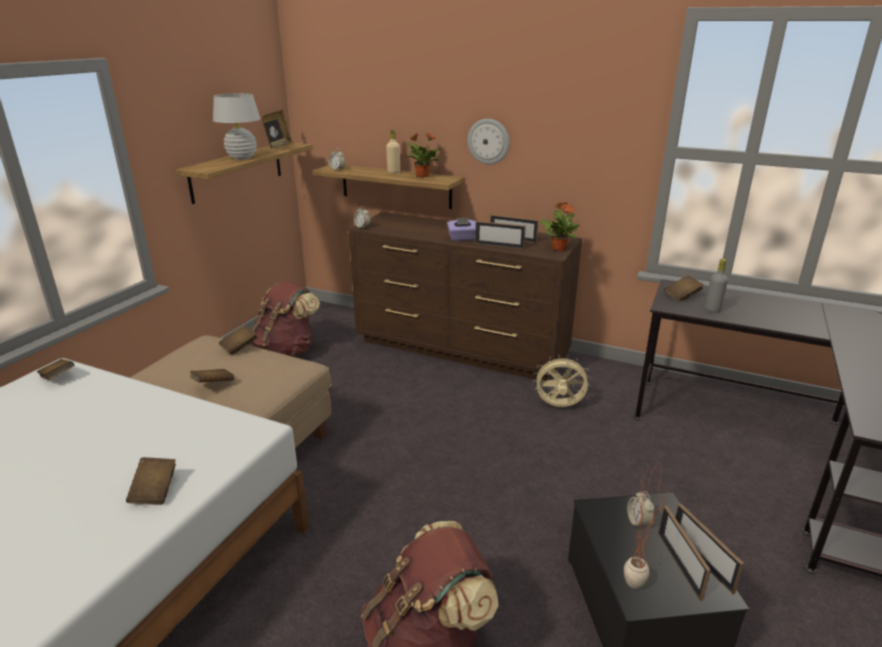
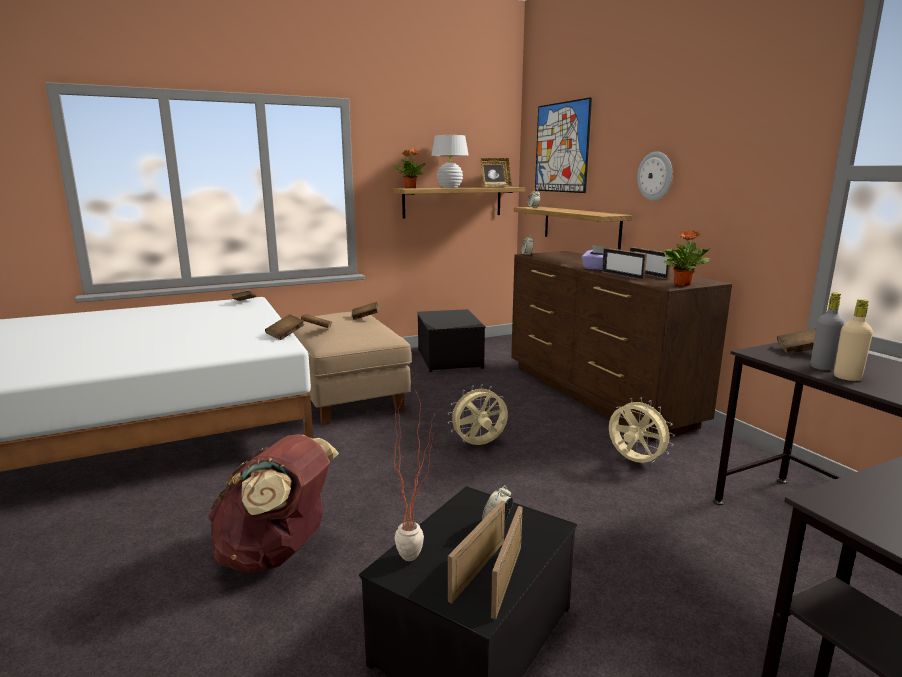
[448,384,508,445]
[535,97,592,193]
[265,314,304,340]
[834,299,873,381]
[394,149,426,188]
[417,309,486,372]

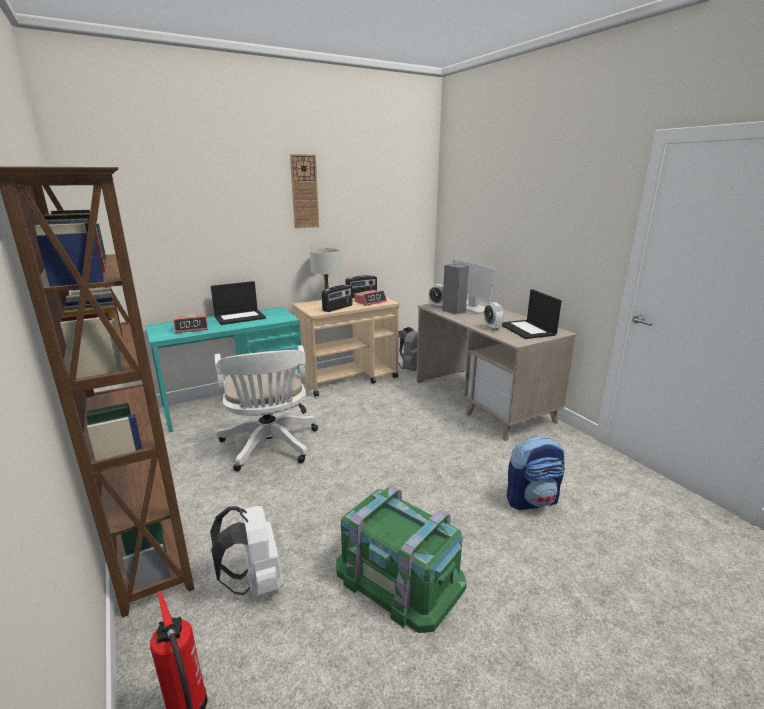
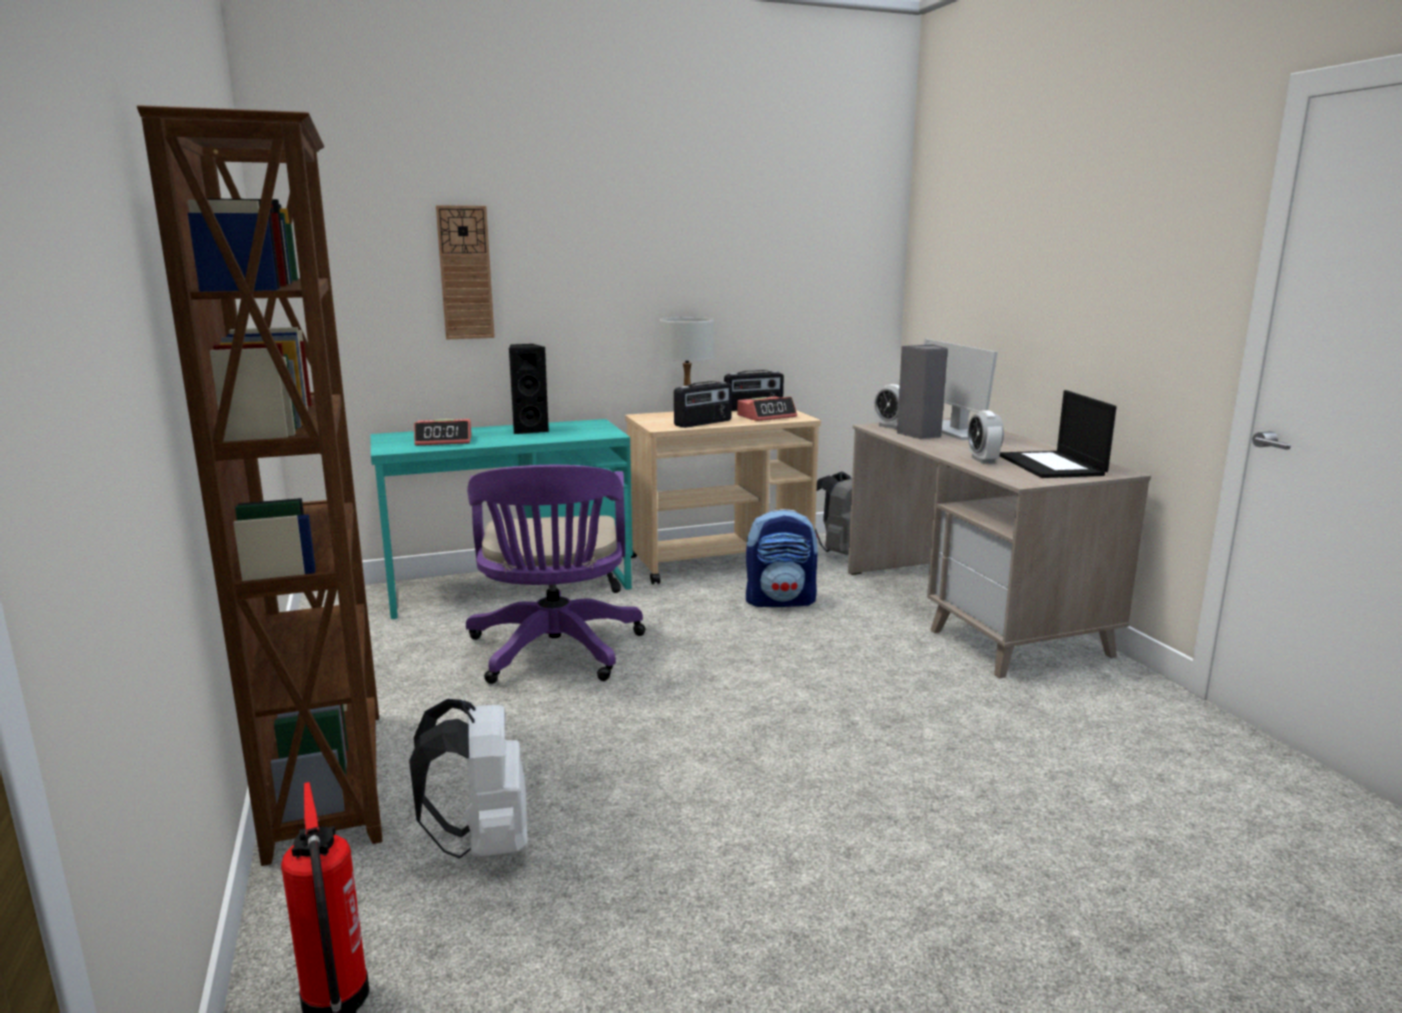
[336,486,466,633] (first image)
[436,205,495,340]
[746,509,819,607]
[509,344,549,434]
[466,465,646,684]

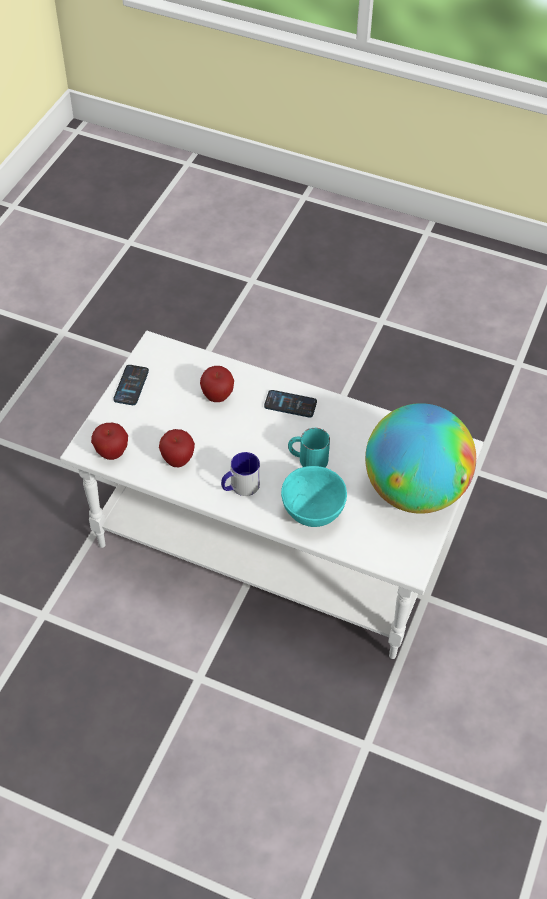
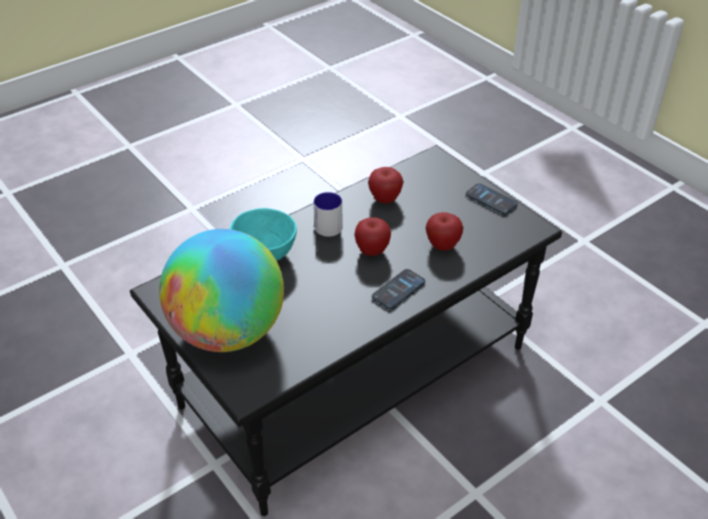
[288,428,330,468] (first image)
[354,217,391,256]
[130,145,562,516]

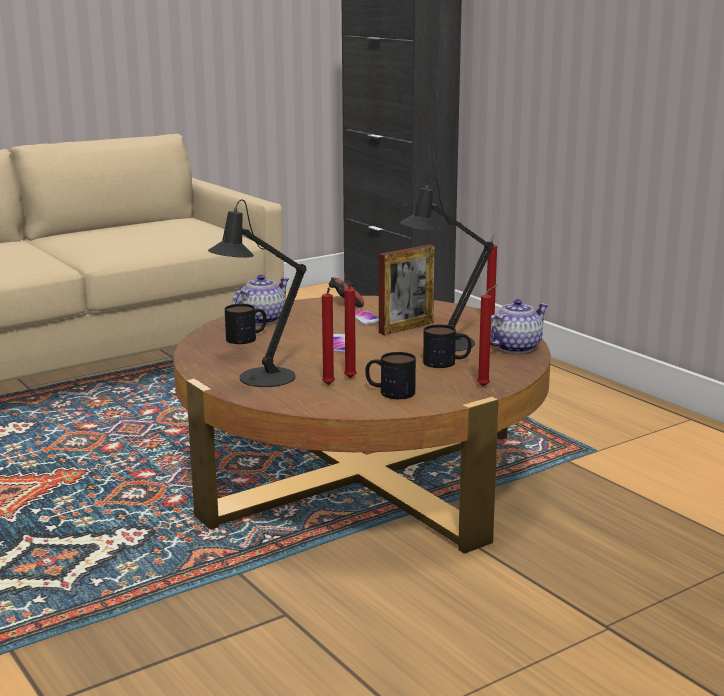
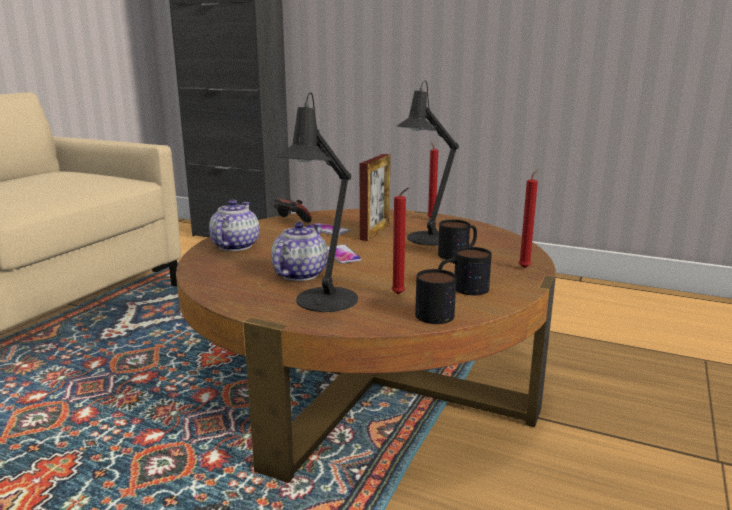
[342,281,357,378] (first image)
[415,269,456,324]
[271,222,328,281]

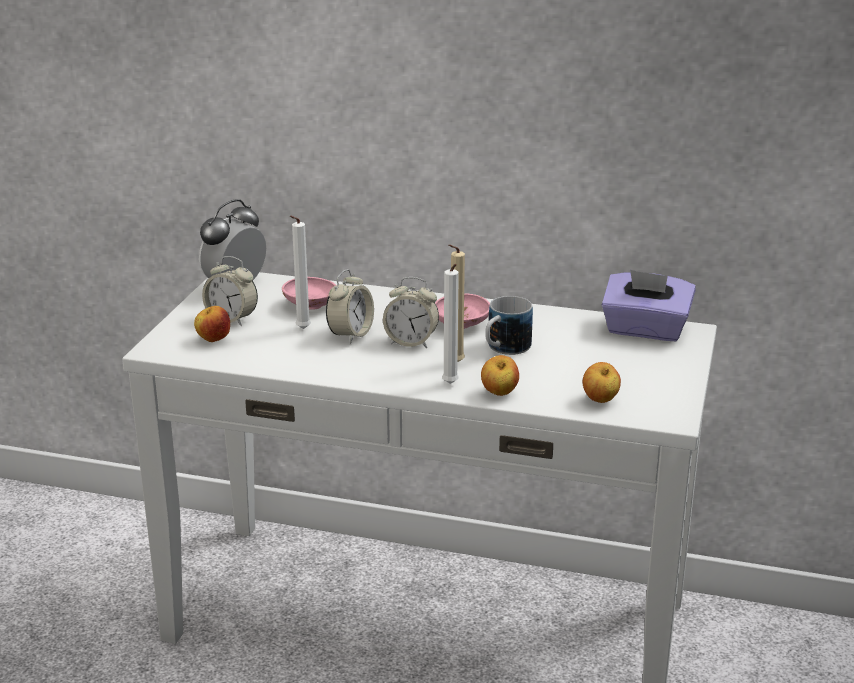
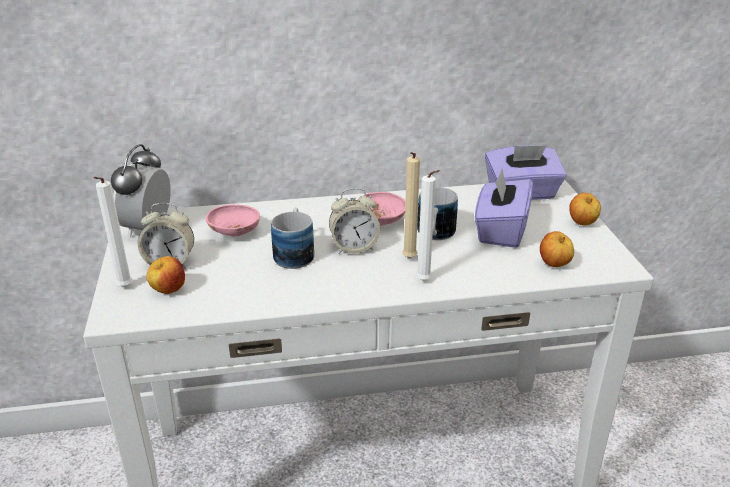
[475,169,533,248]
[93,177,132,287]
[569,193,601,226]
[271,207,314,269]

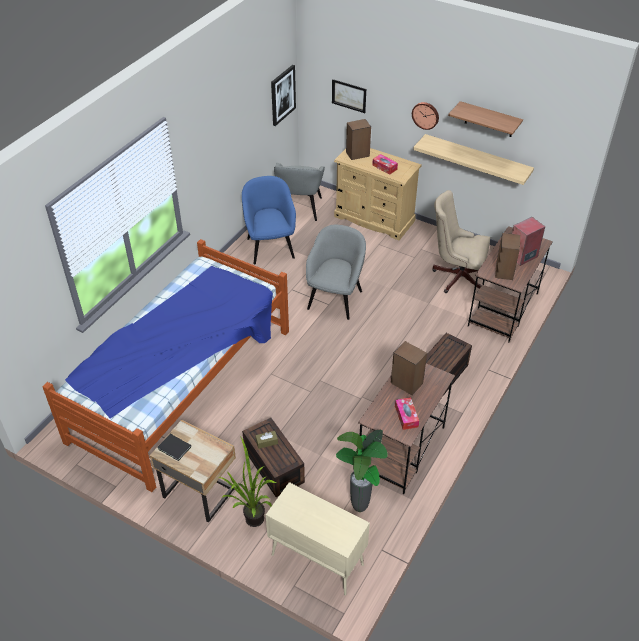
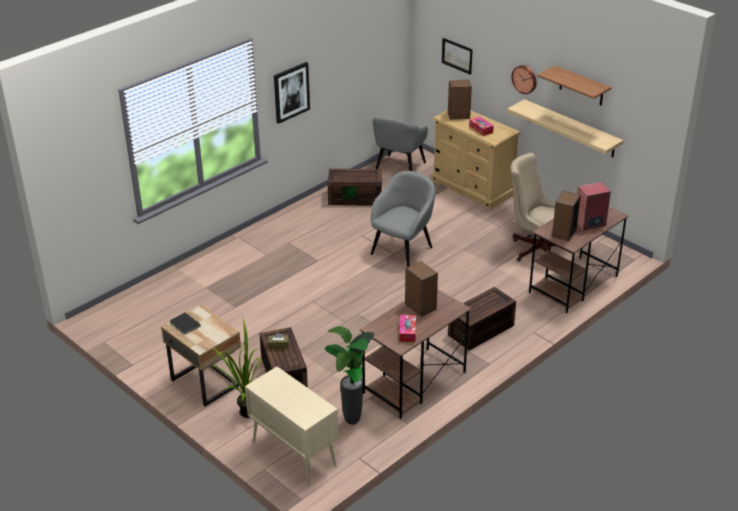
[43,239,289,492] (first image)
[274,62,310,124]
[328,169,382,206]

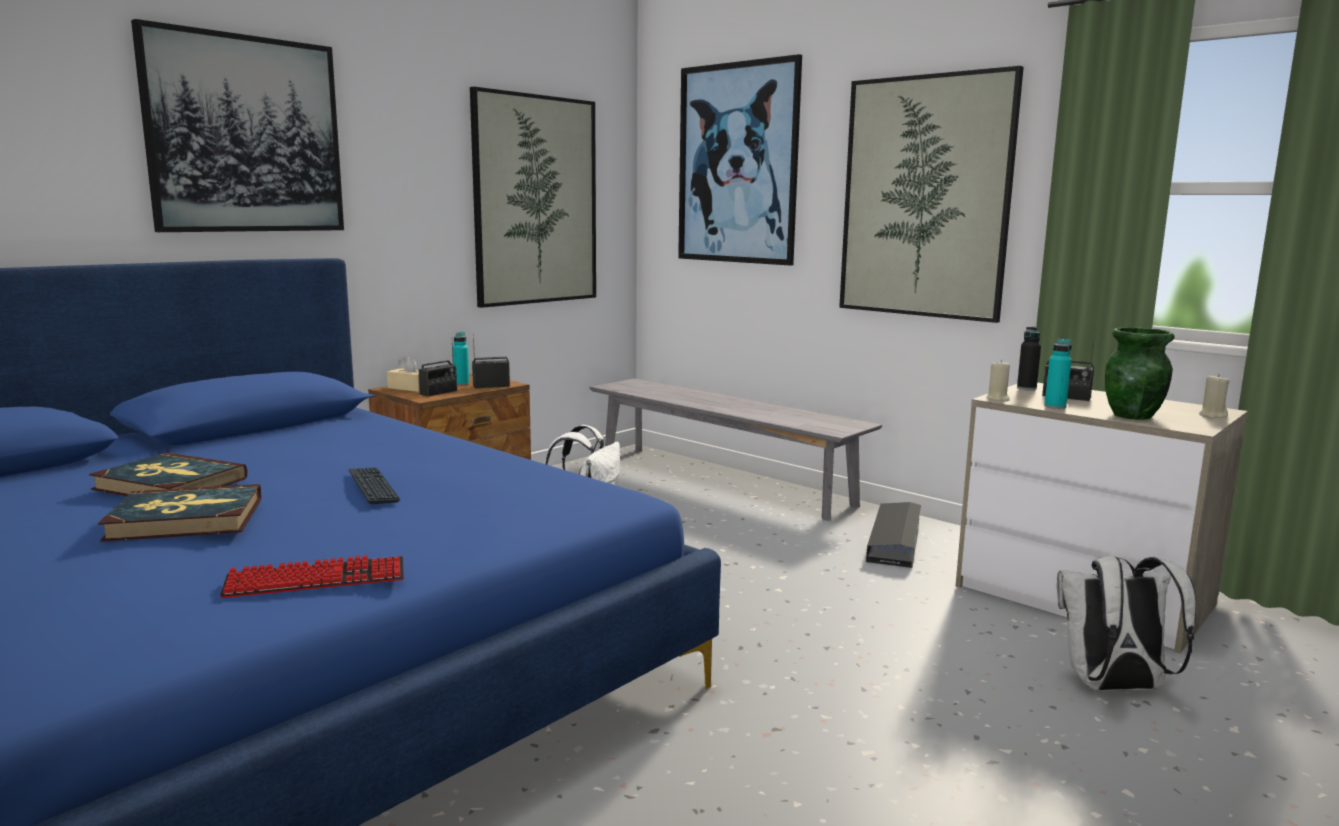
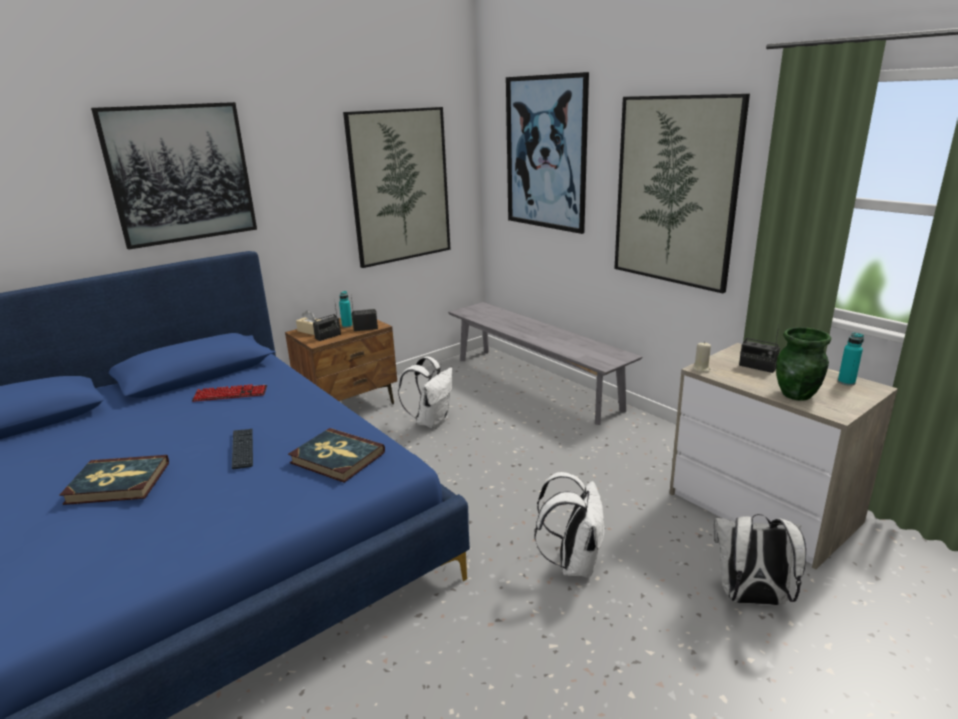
[866,502,921,568] (first image)
[1017,327,1041,390] (first image)
[1199,374,1229,418] (first image)
[534,472,606,578]
[288,428,385,483]
[192,384,267,402]
[838,332,864,386]

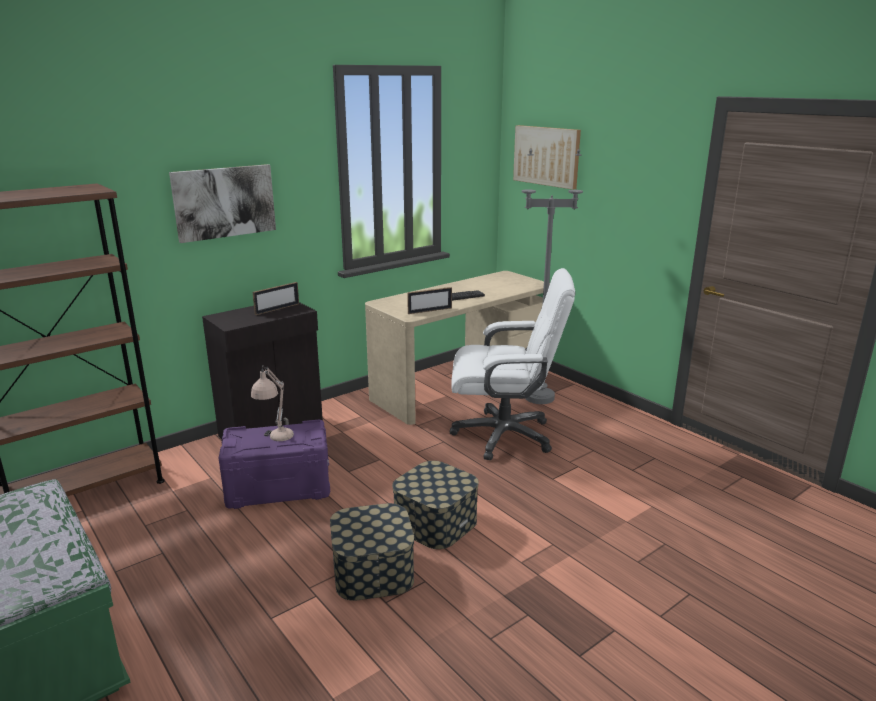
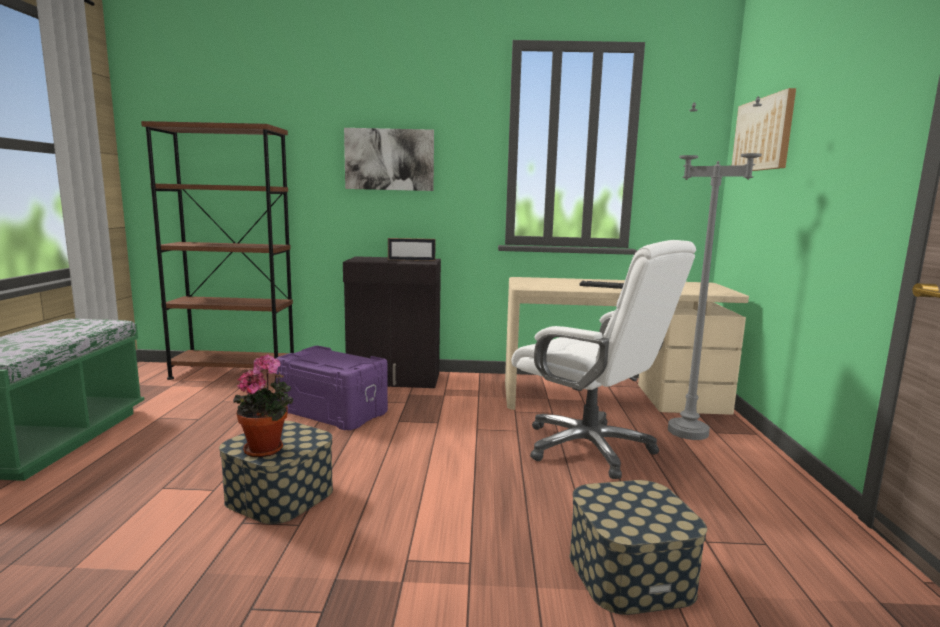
[251,365,294,441] (first image)
[407,287,452,314] (first image)
[233,354,293,457]
[570,480,707,615]

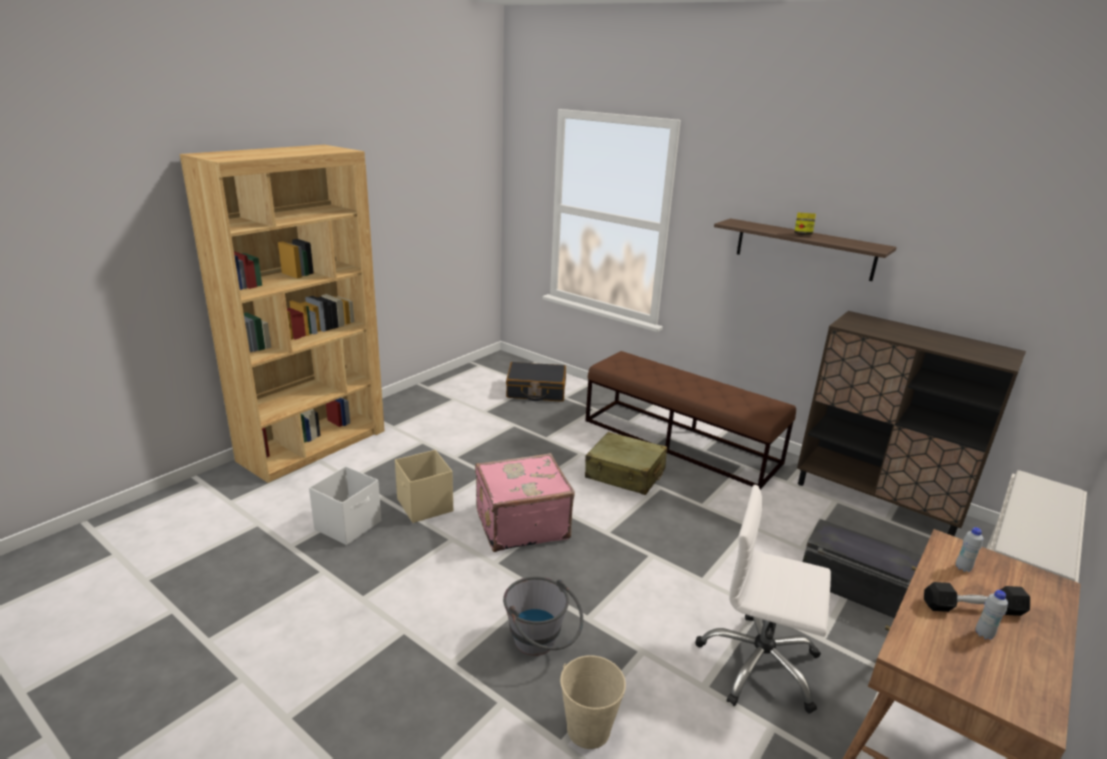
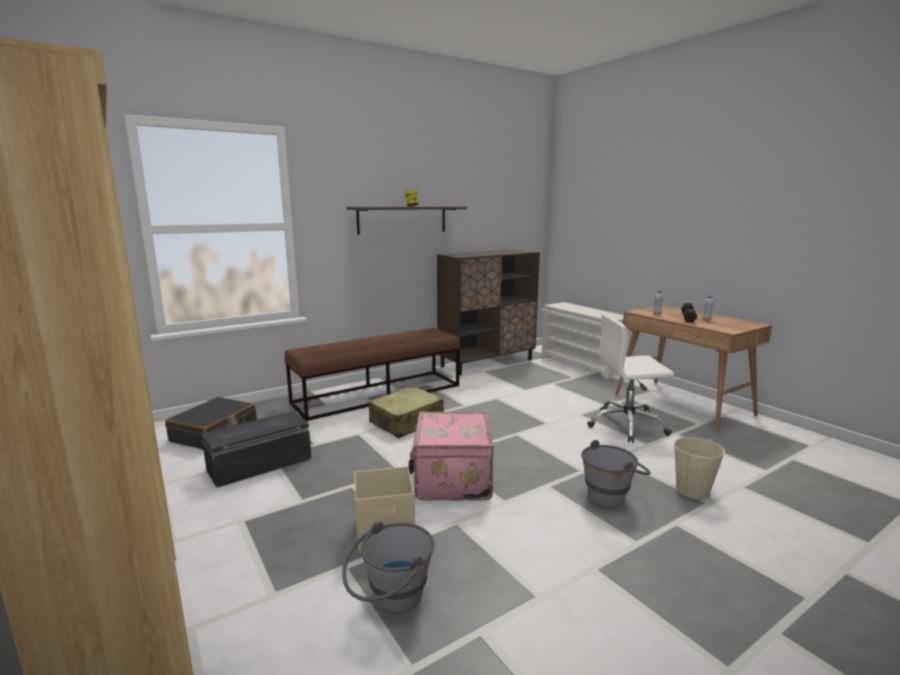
[201,411,312,488]
[342,521,435,614]
[587,313,674,443]

